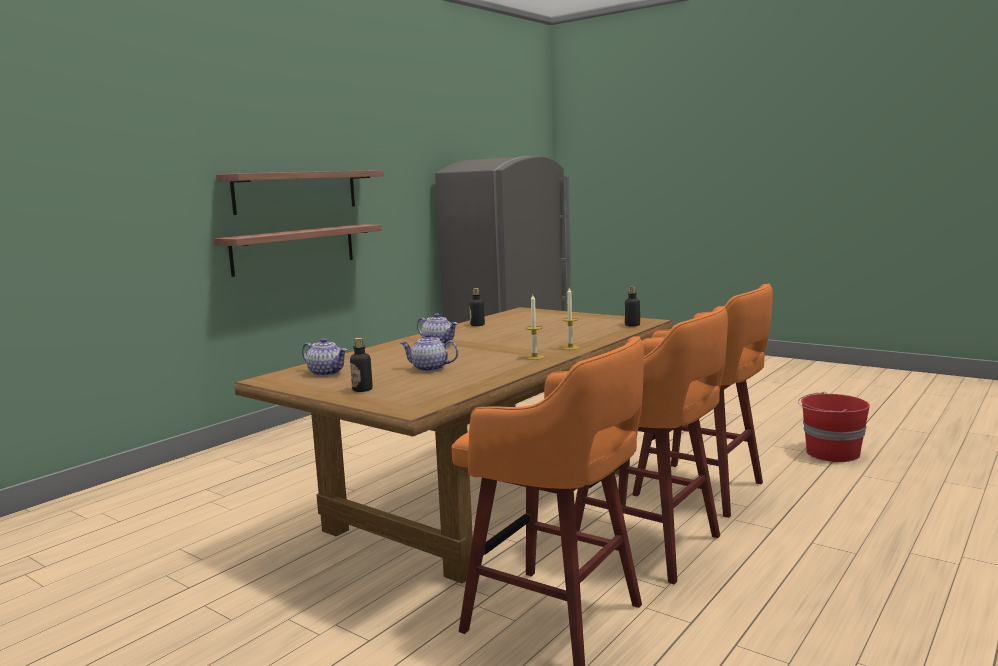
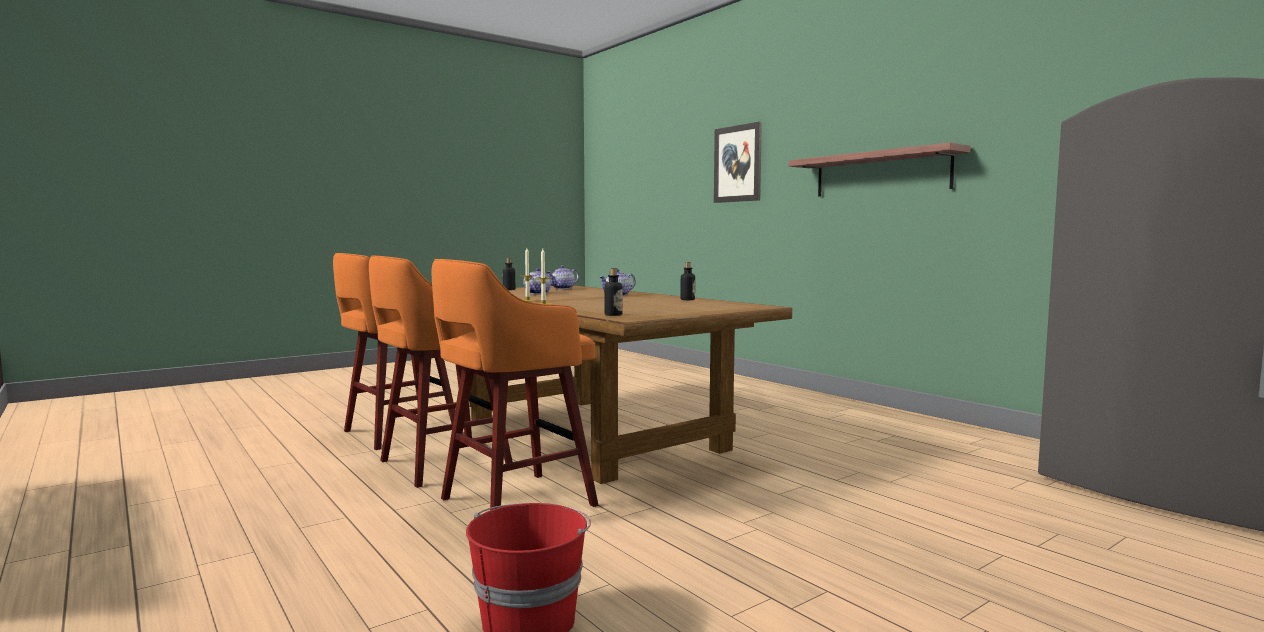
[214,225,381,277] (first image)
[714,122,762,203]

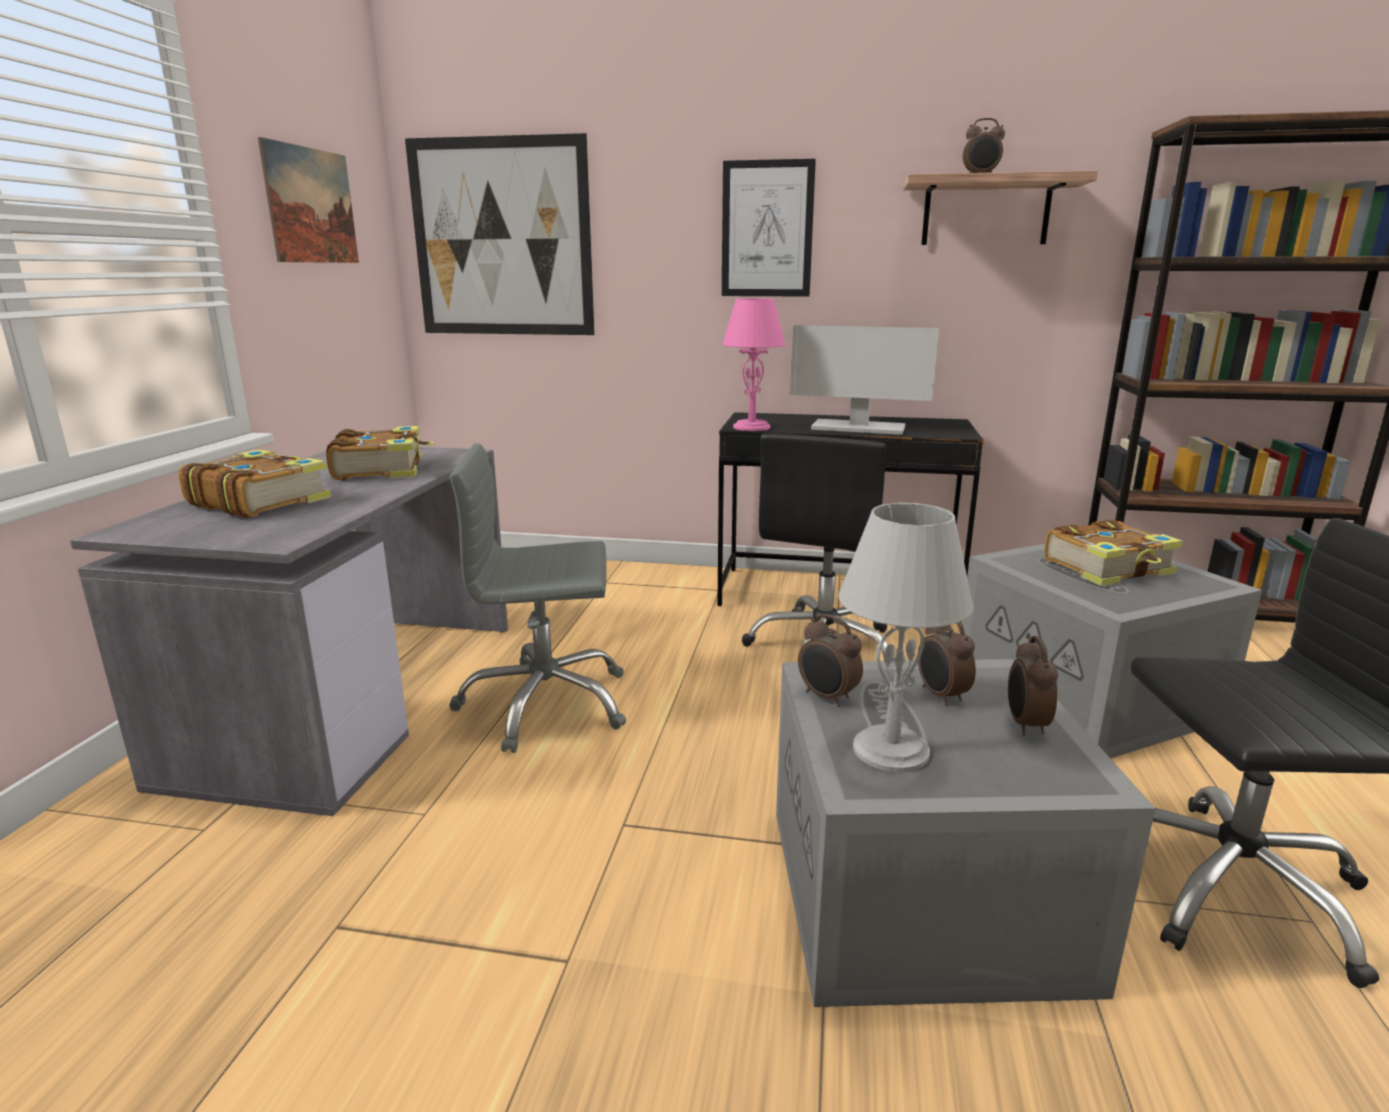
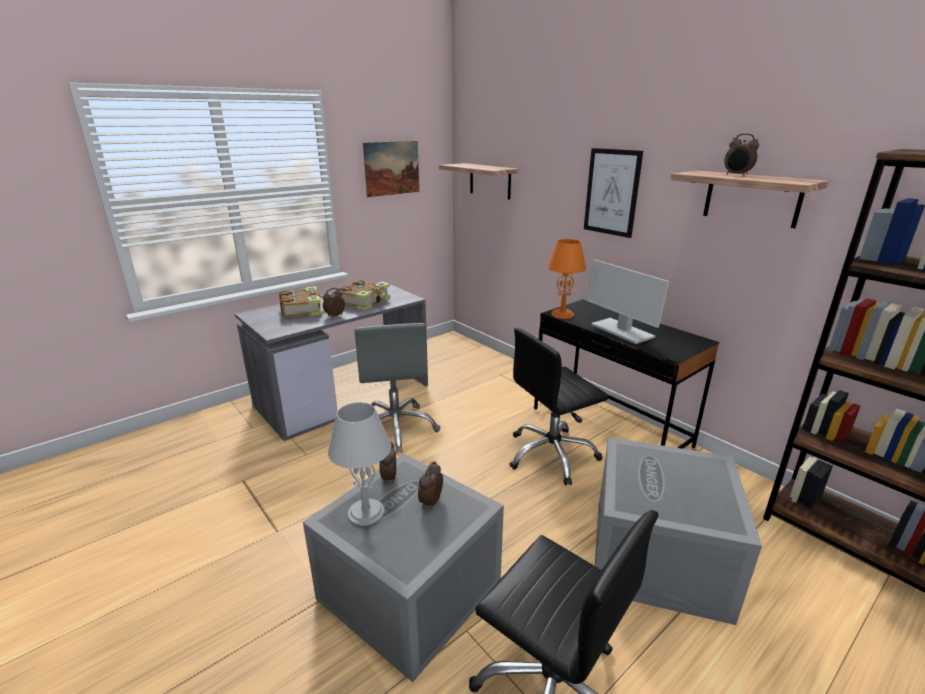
[1044,519,1183,586] (first image)
[323,288,345,318]
[439,163,519,200]
[547,239,586,319]
[355,323,440,454]

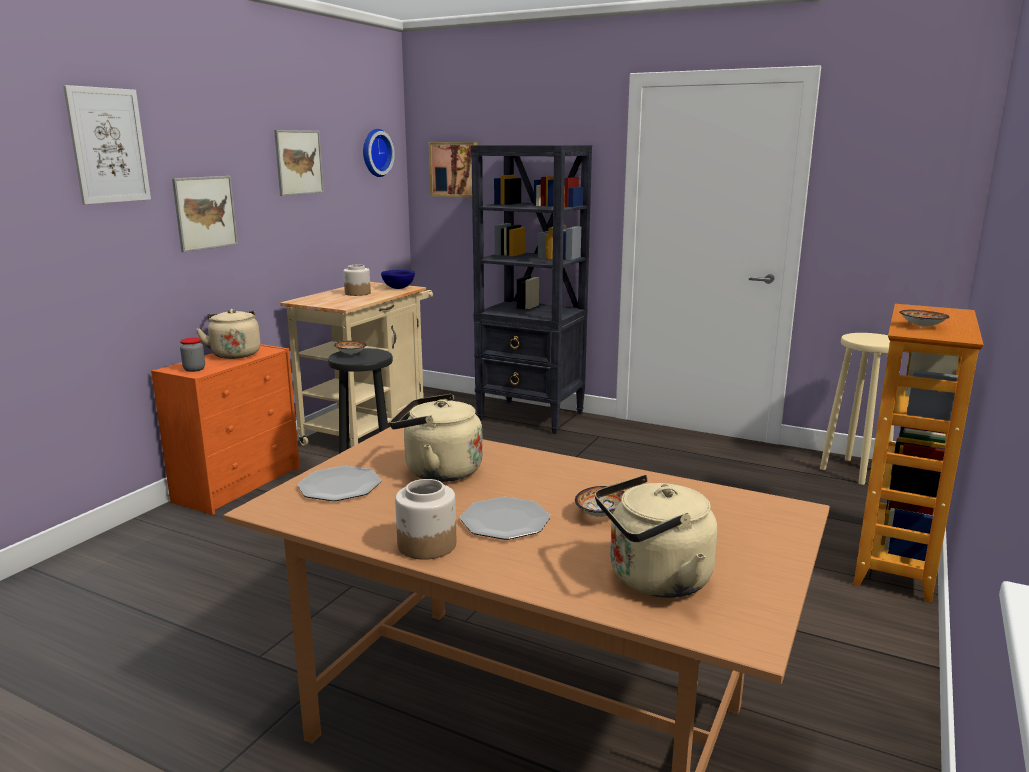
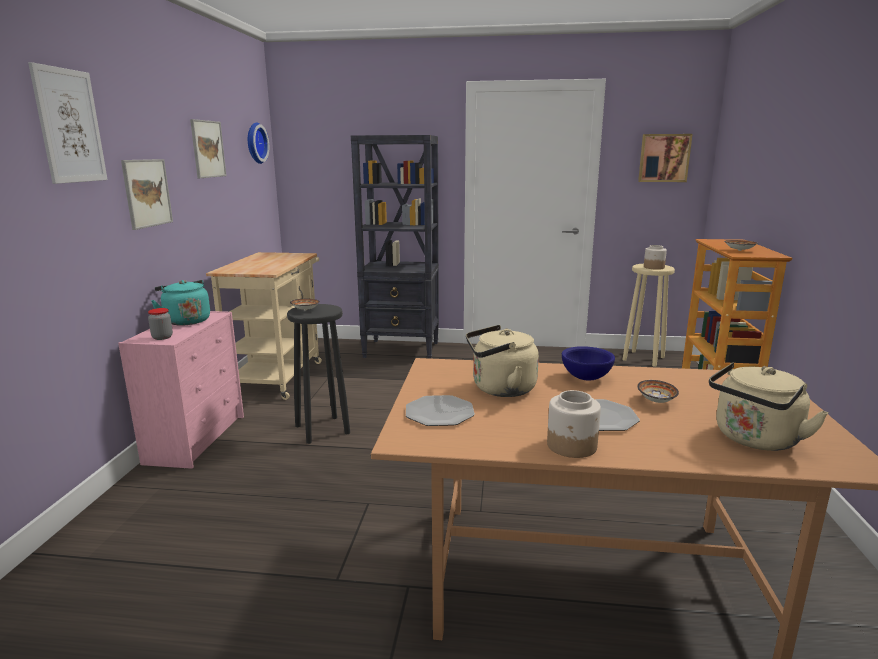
[644,245,667,270]
[562,346,615,381]
[638,134,692,182]
[118,311,244,469]
[151,280,210,326]

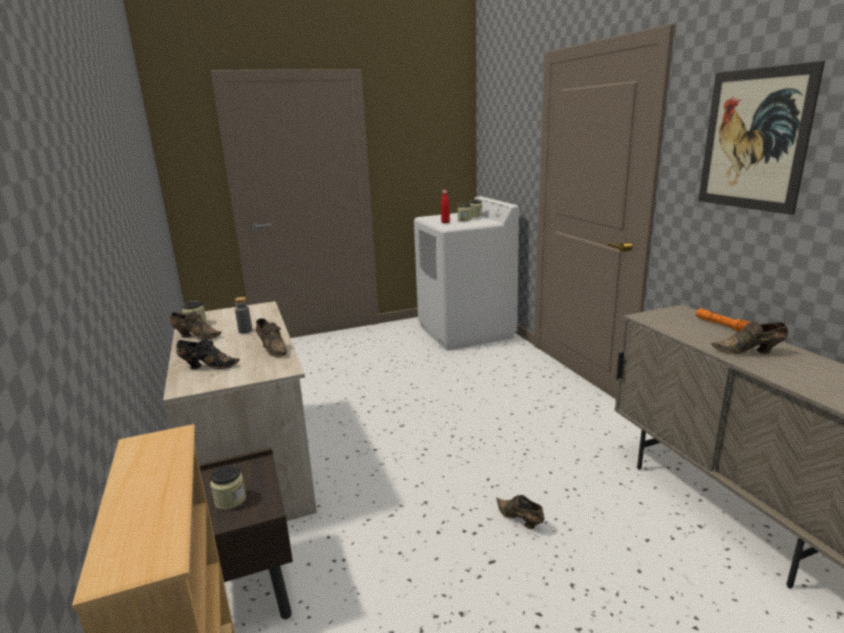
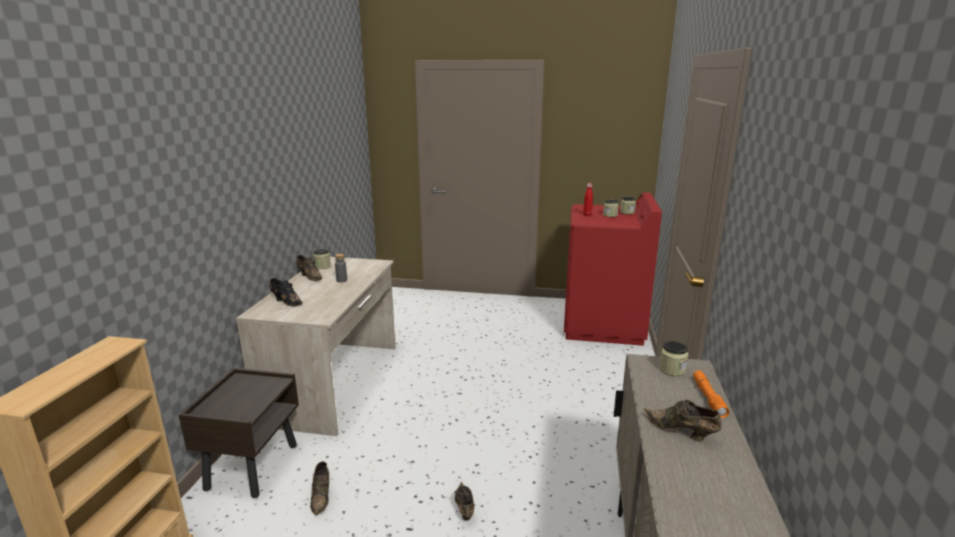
[698,61,825,215] (first image)
[659,341,688,376]
[310,461,330,515]
[564,192,662,346]

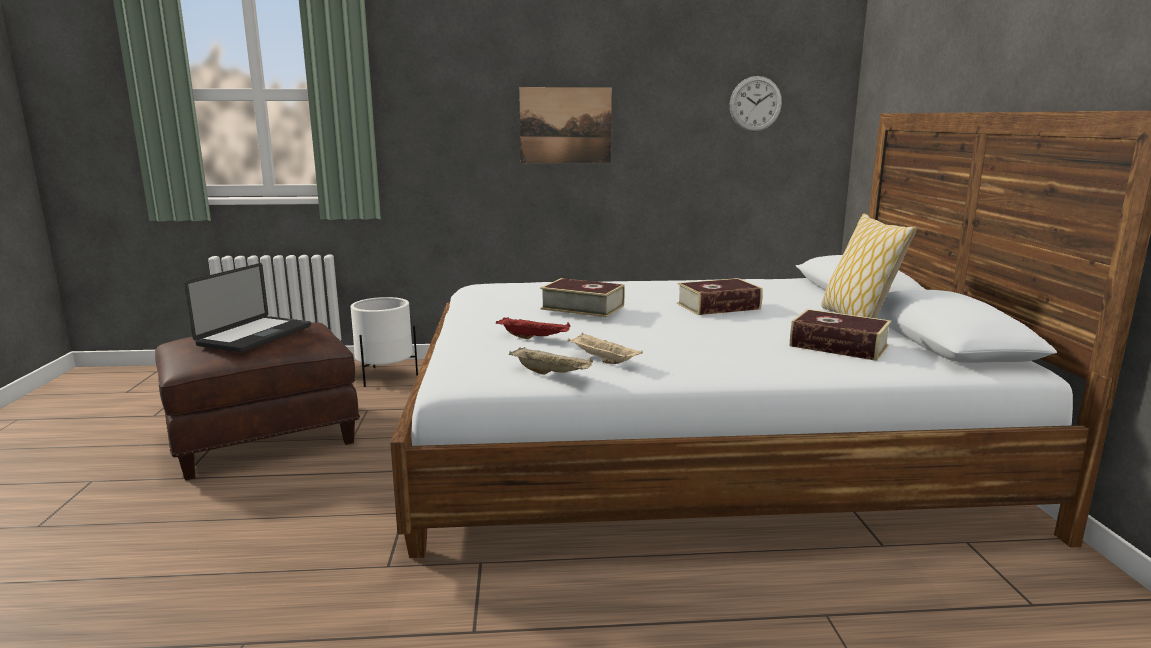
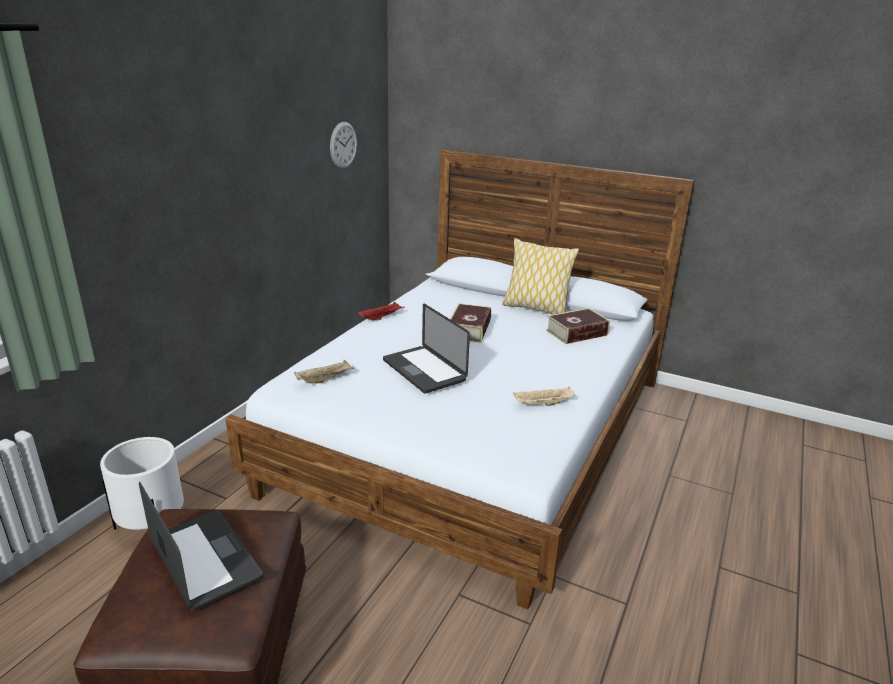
[519,87,612,163] (first image)
[358,302,405,320]
[294,360,354,384]
[383,303,470,393]

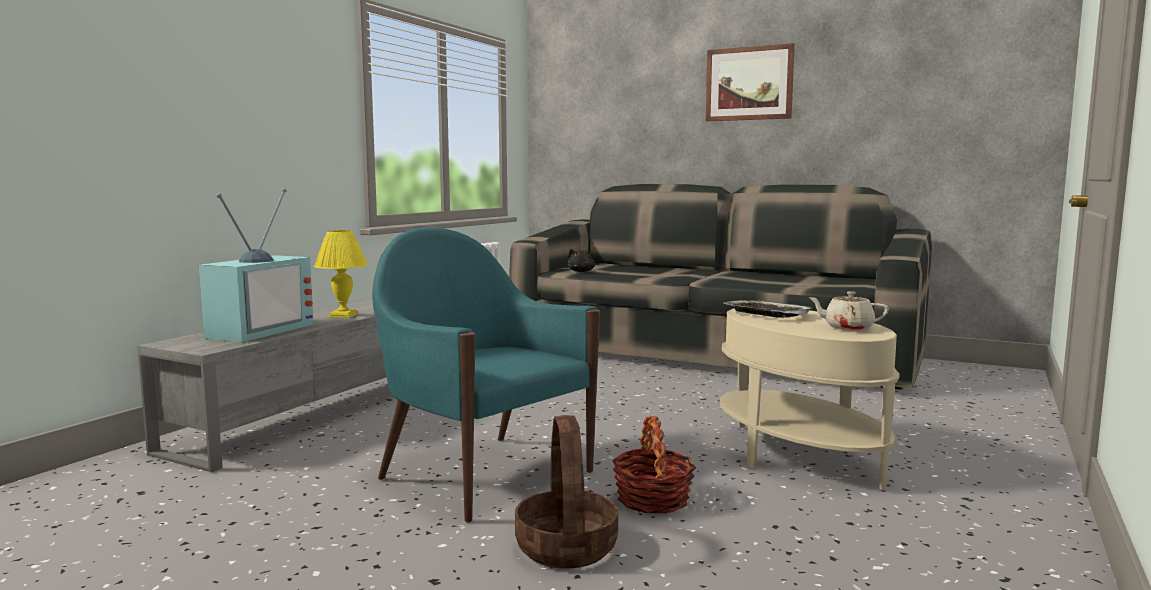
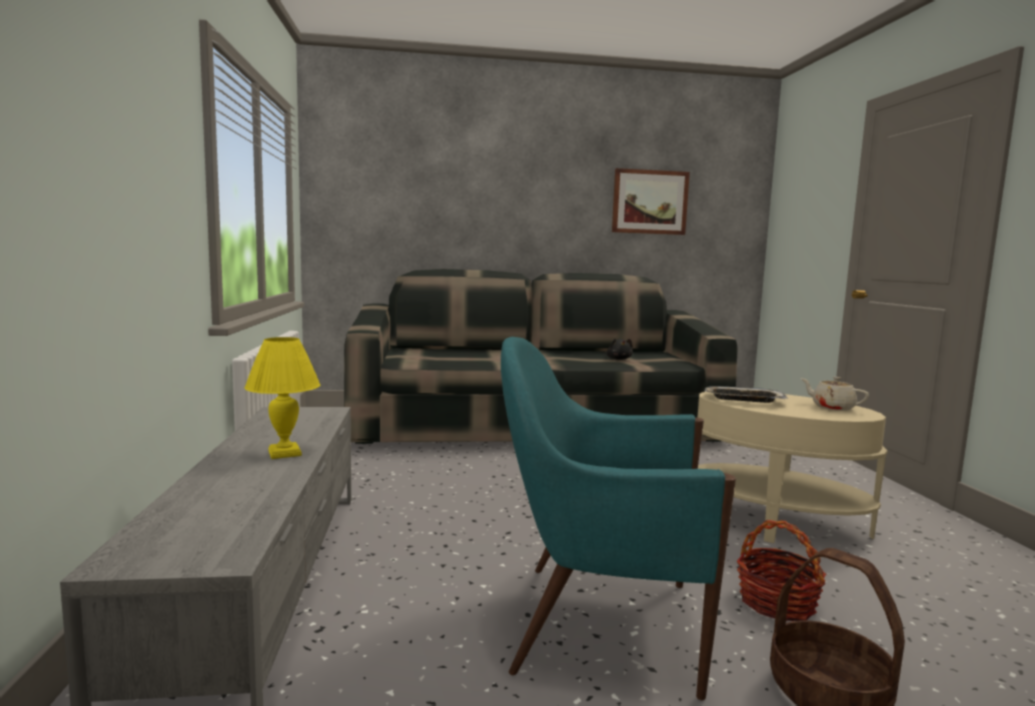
[199,188,314,343] (first image)
[607,338,633,360]
[612,168,690,235]
[800,377,869,411]

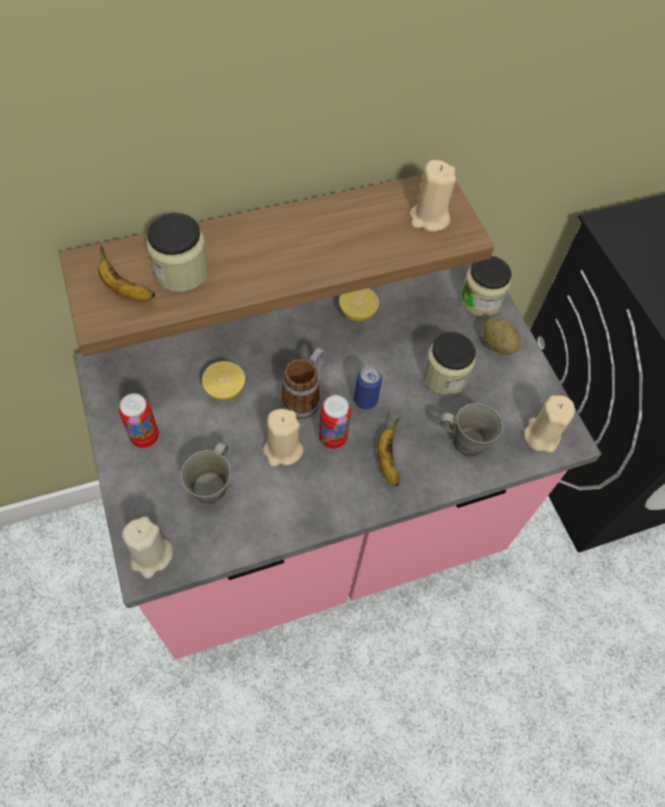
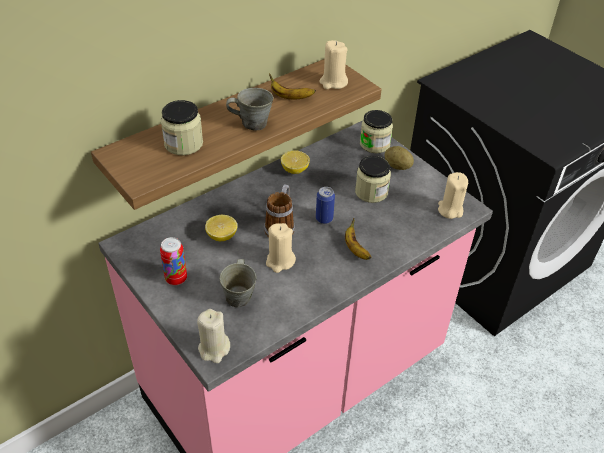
[319,395,351,449] (first image)
[269,74,316,99]
[226,88,273,131]

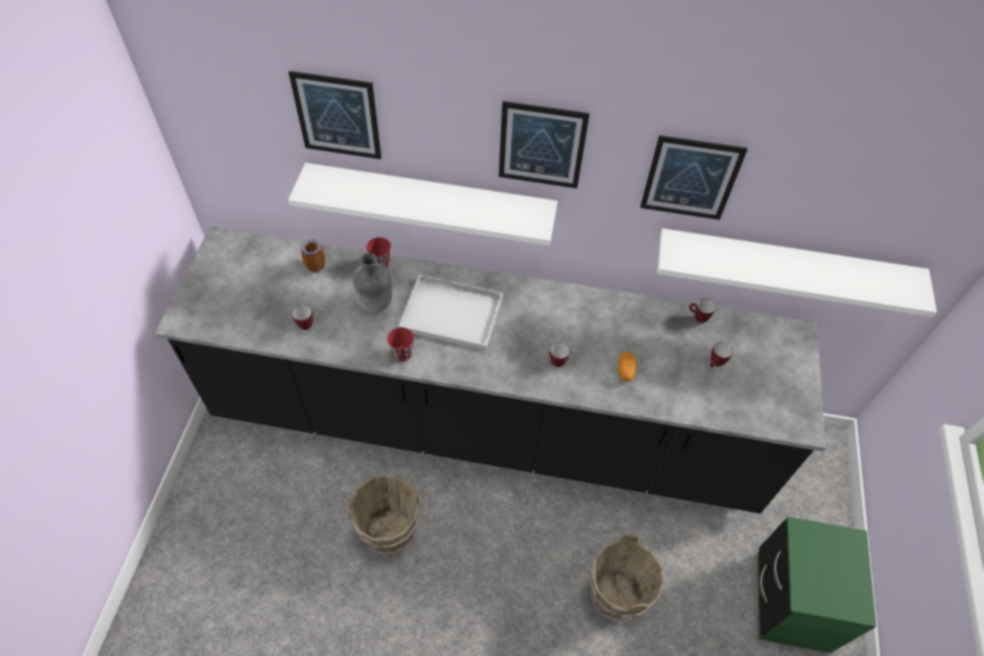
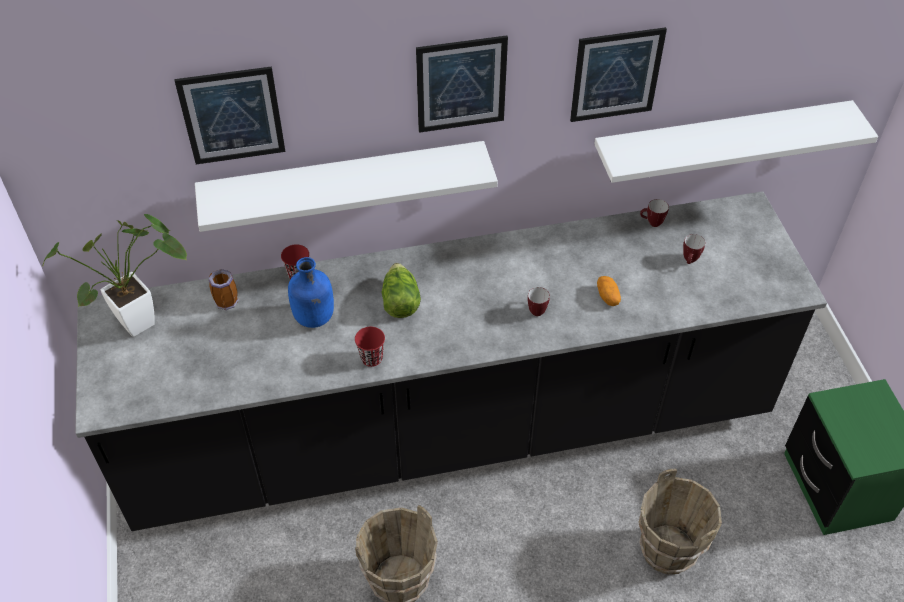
[292,305,313,330] (first image)
[43,214,187,337]
[382,263,421,318]
[288,257,334,328]

